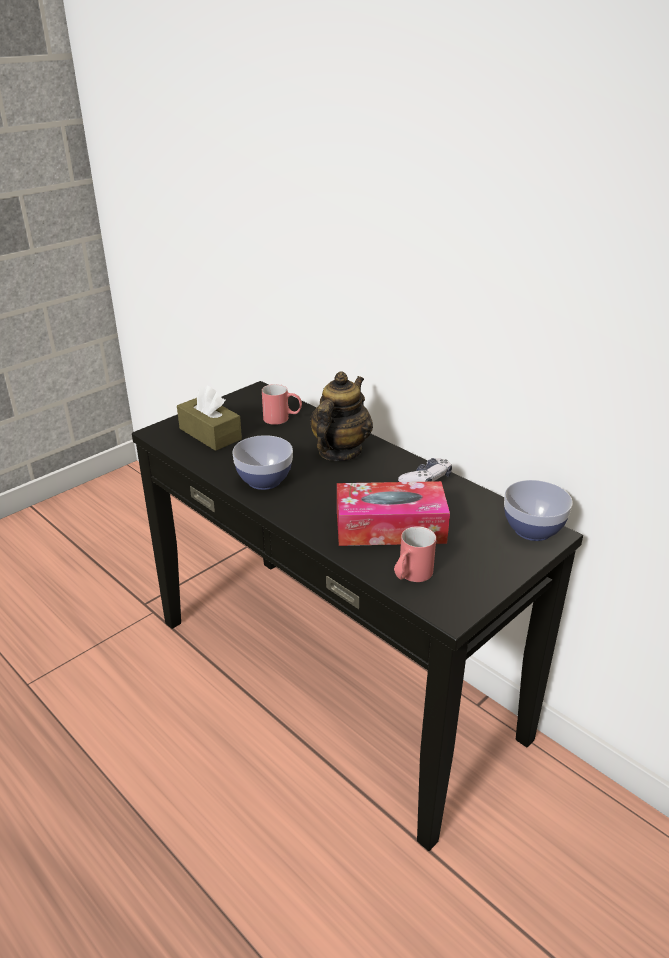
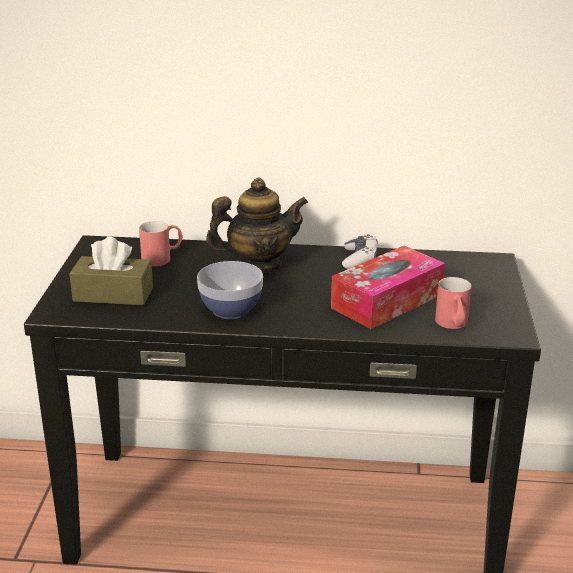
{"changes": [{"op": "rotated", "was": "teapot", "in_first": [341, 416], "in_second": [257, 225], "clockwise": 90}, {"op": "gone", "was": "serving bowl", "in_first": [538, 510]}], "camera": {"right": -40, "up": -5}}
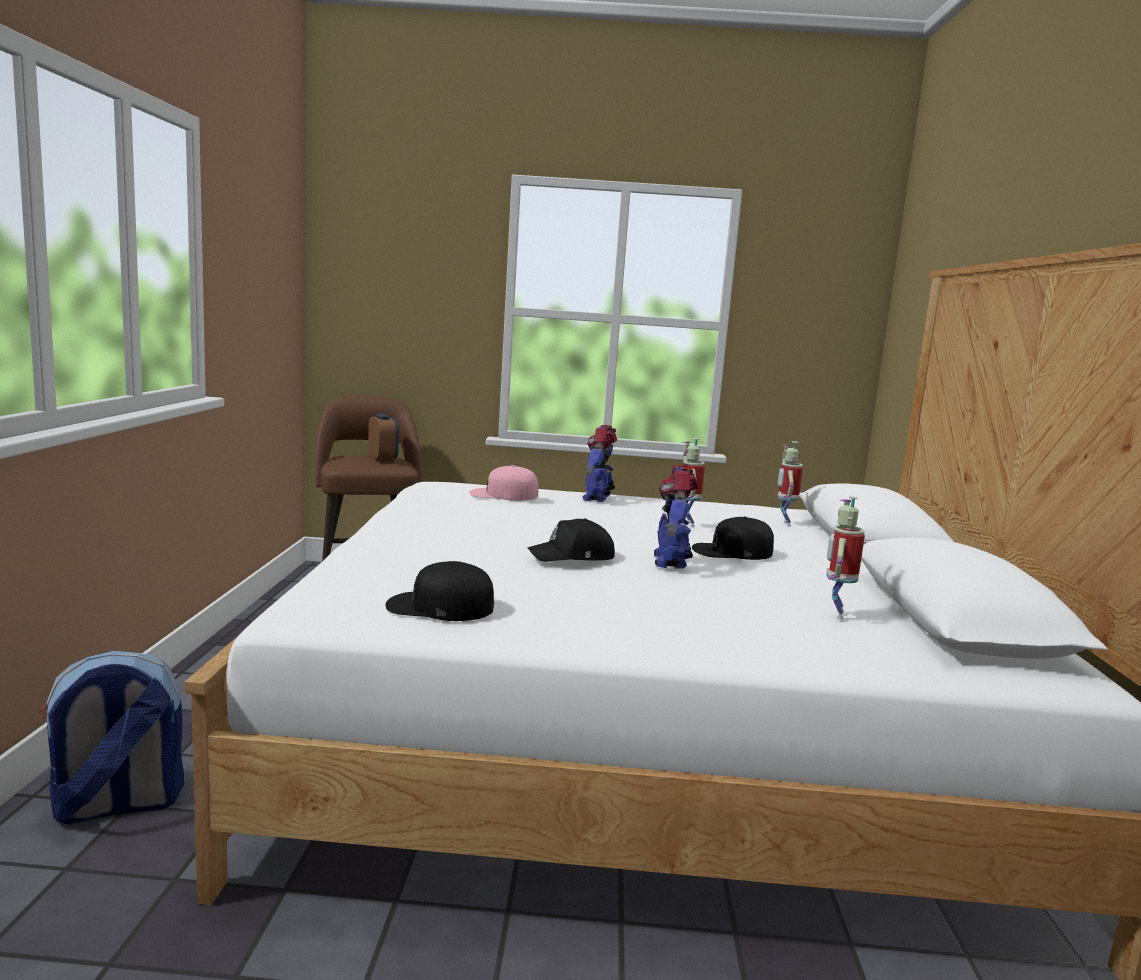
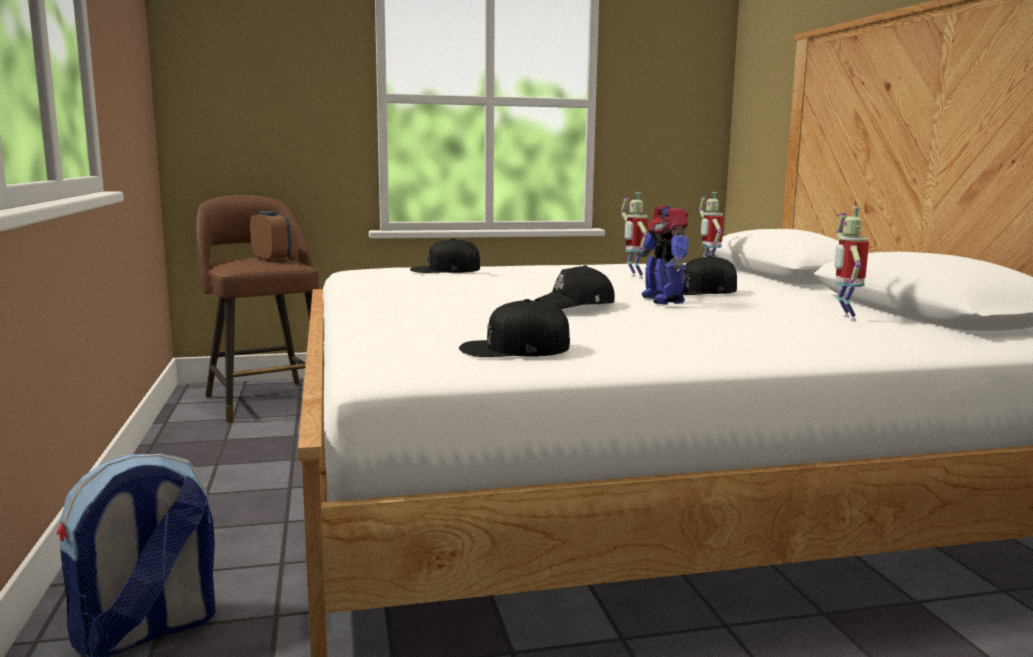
{"changes": [{"op": "gone", "was": "toy robot", "in_first": [599, 463]}, {"op": "repainted", "was": "pink-coloured cap", "now": "black-coloured cap", "in_first": [503, 483], "in_second": [445, 255]}], "camera": {"right": -15, "up": 0}}
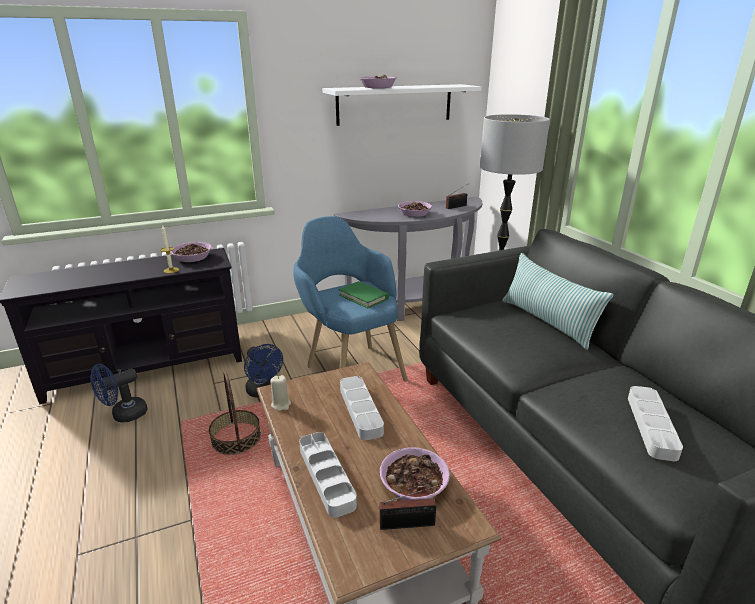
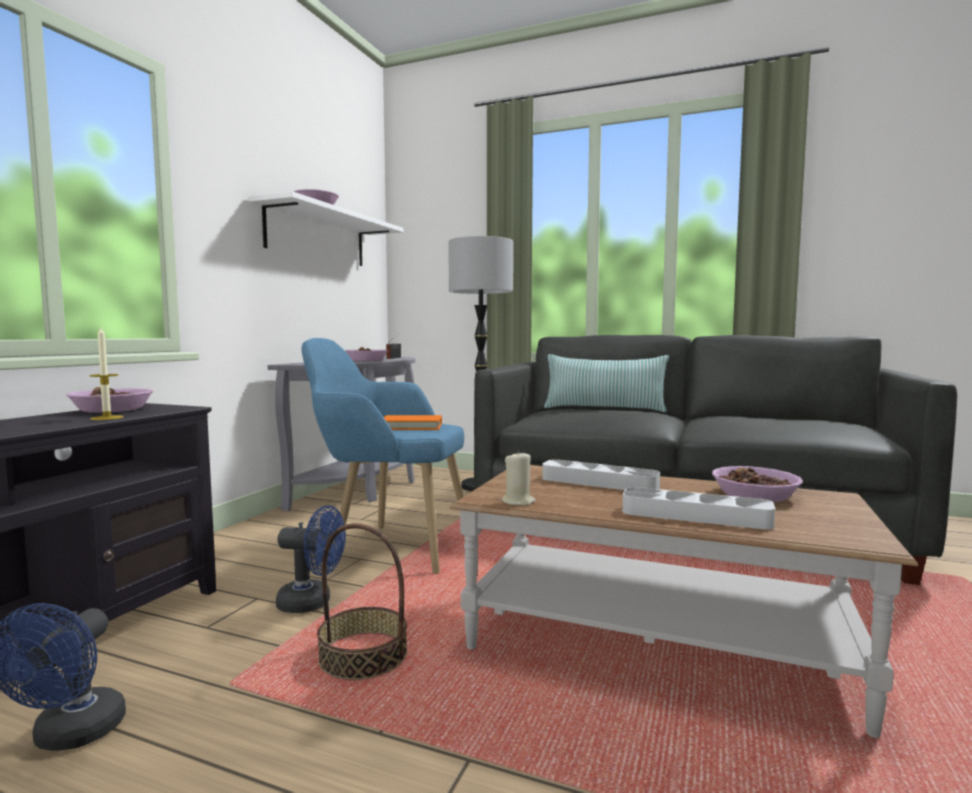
{"changes": [{"op": "repainted", "was": "green book", "now": "orangey book", "in_first": [363, 294], "in_second": [413, 422]}, {"op": "gone", "was": "greyish tray", "in_first": [655, 423]}, {"op": "gone", "was": "radio receiver", "in_first": [411, 507]}], "camera": {"right": -45, "up": -20}}
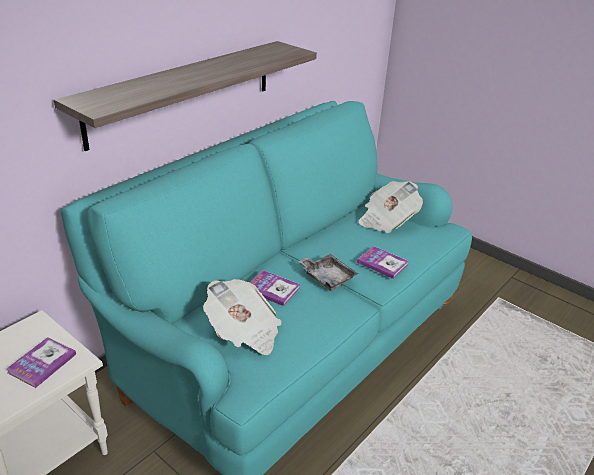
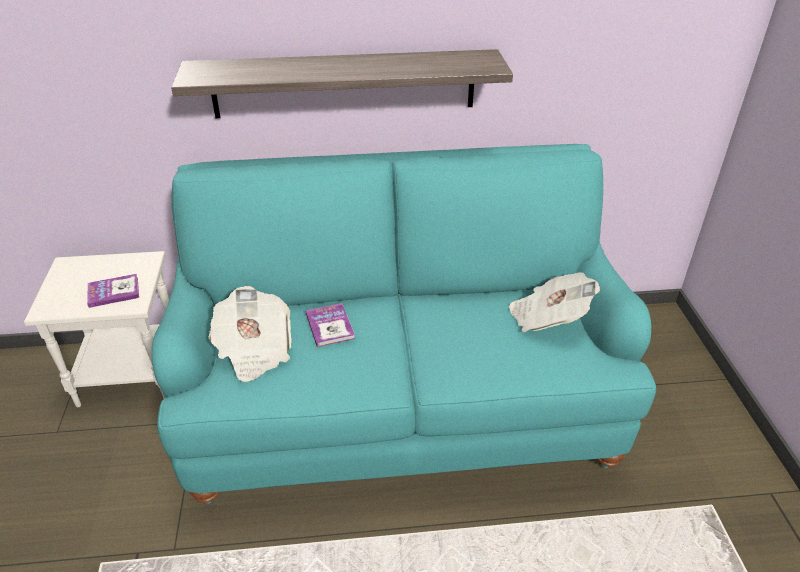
{"changes": [{"op": "gone", "was": "book", "in_first": [383, 262]}, {"op": "gone", "was": "greyish tray", "in_first": [328, 272]}], "camera": {"right": 45, "up": 5}}
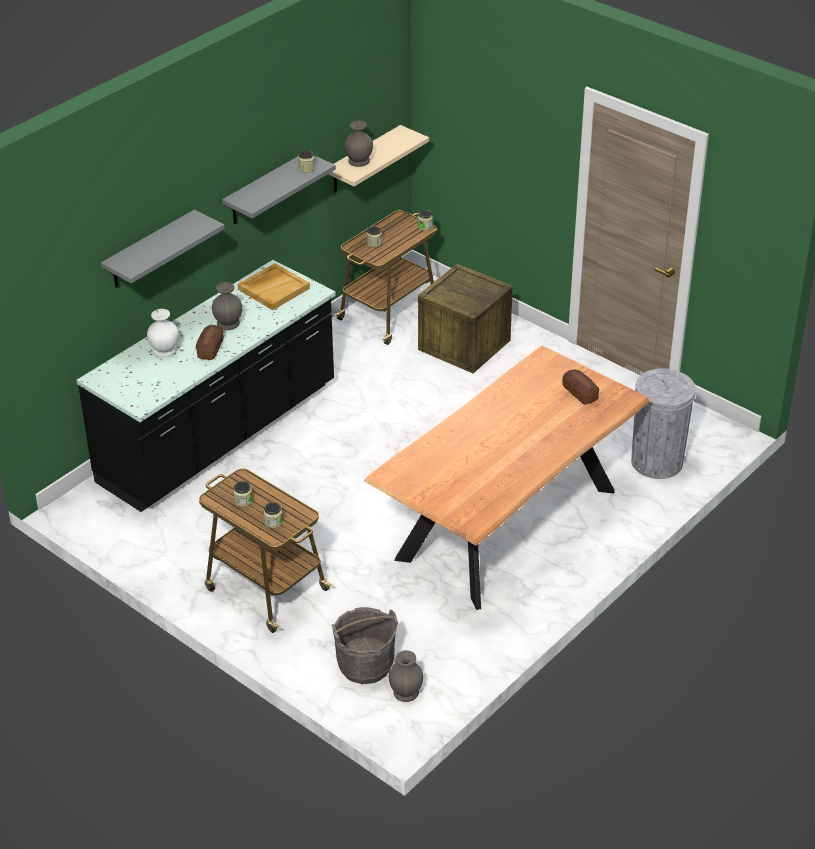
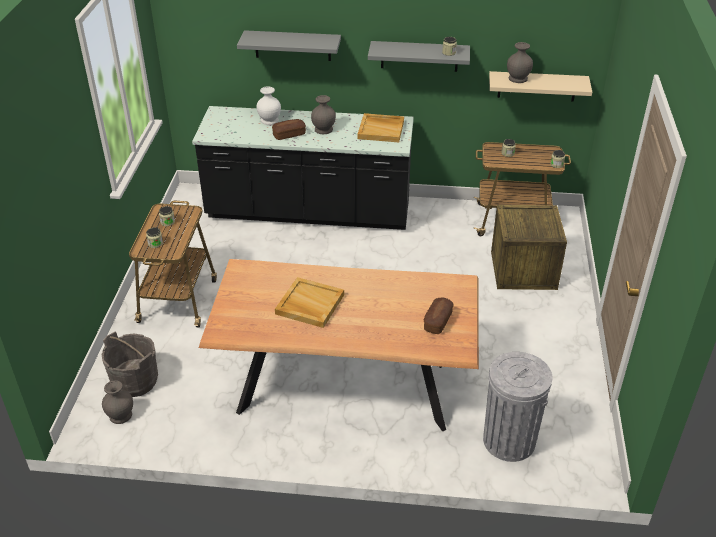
{"changes": [{"op": "new", "now": "sand-coloured tray", "in_second": [309, 302]}], "camera": {"right": 55, "up": 0}}
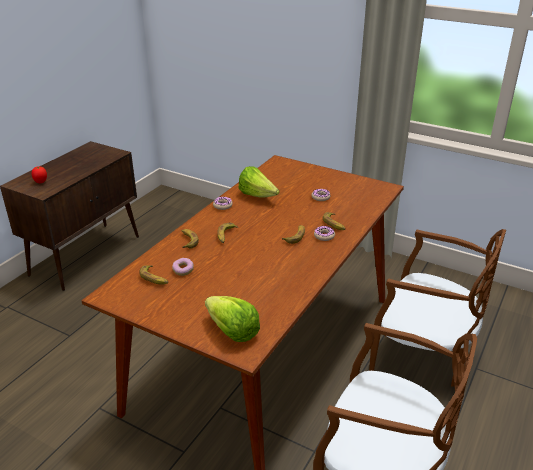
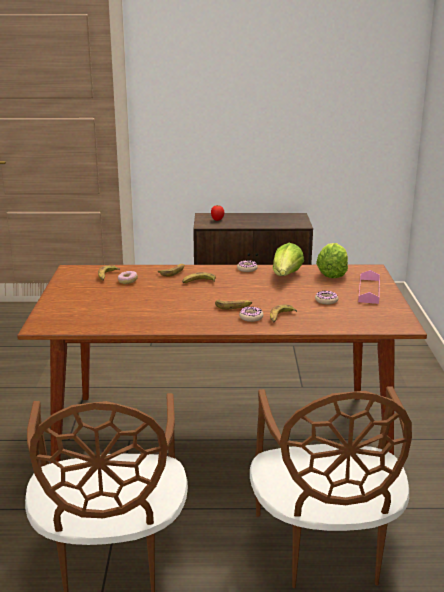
{"changes": [{"op": "shifted", "was": "head of lettuce", "in_first": [232, 319], "in_second": [332, 260]}, {"op": "new", "now": "pink-coloured tray", "in_second": [369, 287]}], "camera": {"right": 60, "up": -10}}
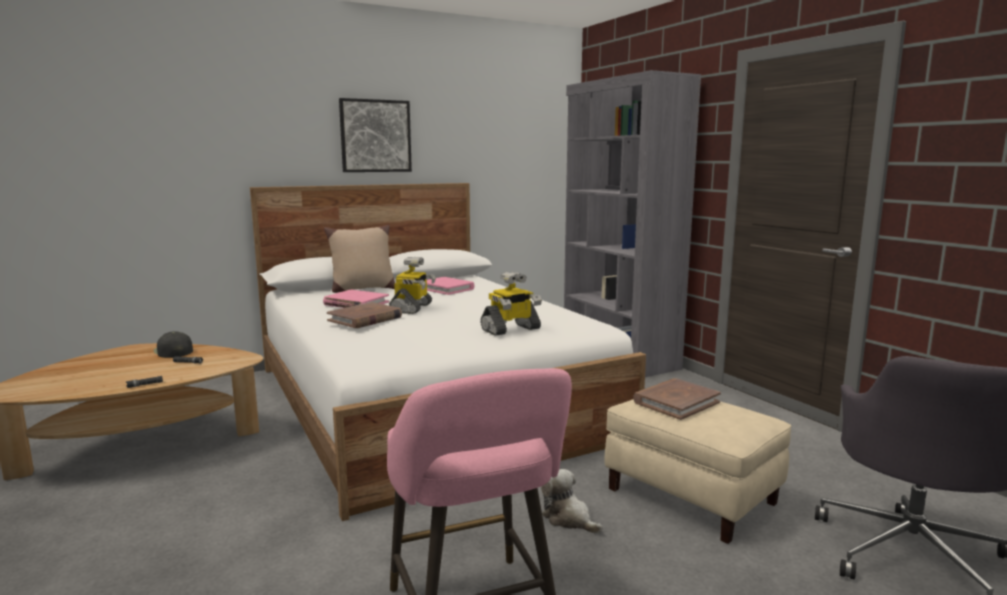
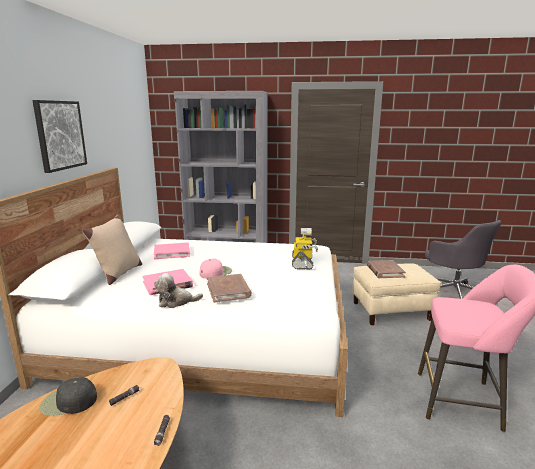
{"changes": [{"op": "swapped", "was": "toy robot", "now": "pink-coloured cap", "in_first": [412, 285], "in_second": [216, 269]}, {"op": "shifted", "was": "soft toy", "in_first": [572, 501], "in_second": [178, 290]}], "camera": {"right": -55, "up": 5}}
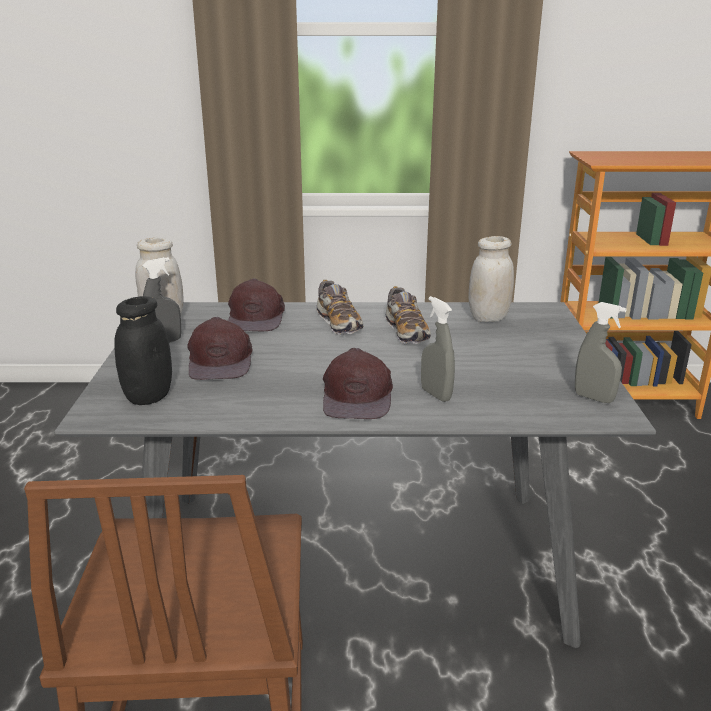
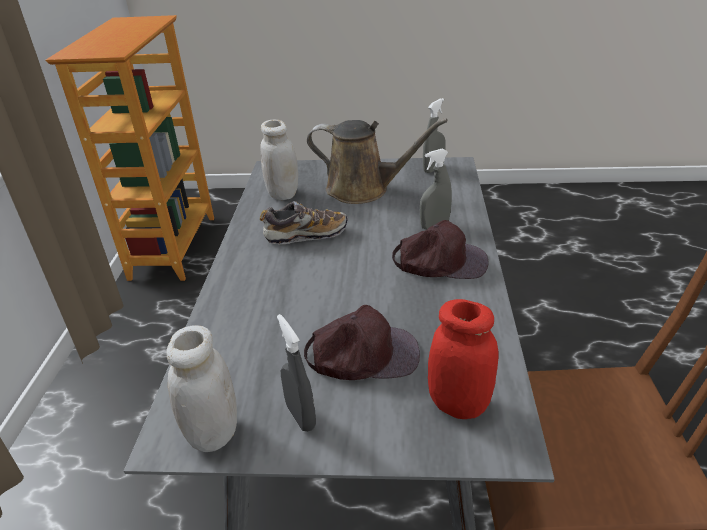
{"changes": [{"op": "gone", "was": "brown cap", "in_first": [256, 304]}, {"op": "gone", "was": "item of footwear", "in_first": [340, 307]}, {"op": "repainted", "was": "black-coloured jar", "now": "red jar", "in_first": [143, 350], "in_second": [463, 359]}, {"op": "new", "now": "brown watering can", "in_second": [377, 161]}], "camera": {"right": -85, "up": 10}}
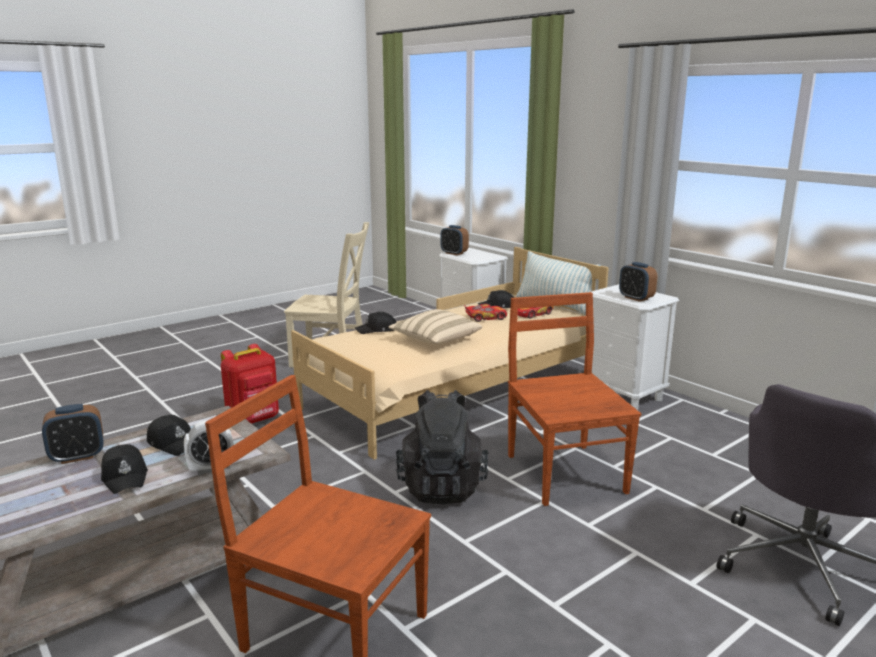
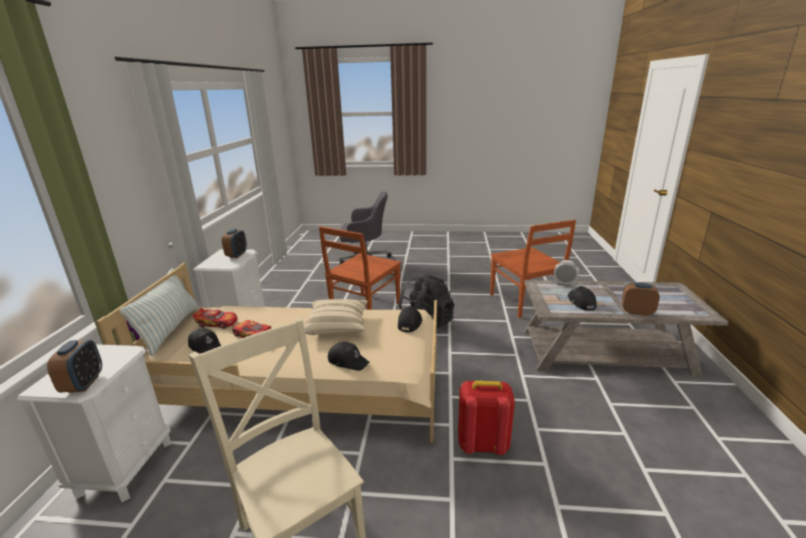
{"changes": [{"op": "shifted", "was": "black-coloured cap", "in_first": [124, 469], "in_second": [410, 319]}], "camera": {"right": -135, "up": 5}}
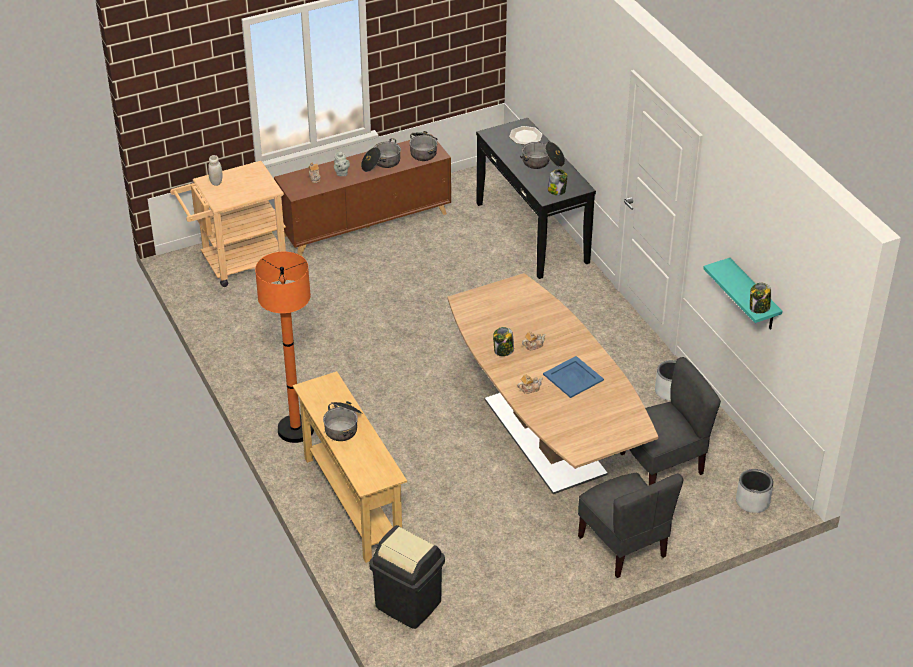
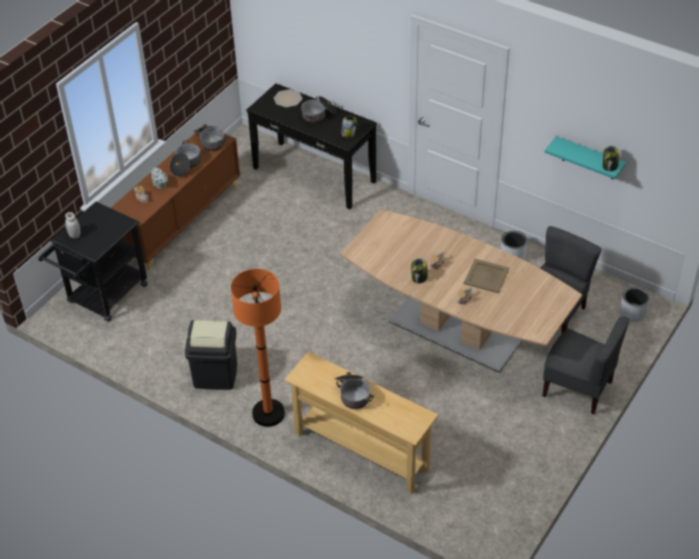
{"changes": [{"op": "repainted", "was": "sand-coloured cart", "now": "black-coloured cart", "in_first": [228, 224], "in_second": [93, 262]}, {"op": "repainted", "was": "blue tray", "now": "sand-coloured tray", "in_first": [573, 377], "in_second": [486, 276]}, {"op": "shifted", "was": "black-coloured waste bin", "in_first": [407, 577], "in_second": [211, 355]}], "camera": {"right": -30, "up": 5}}
